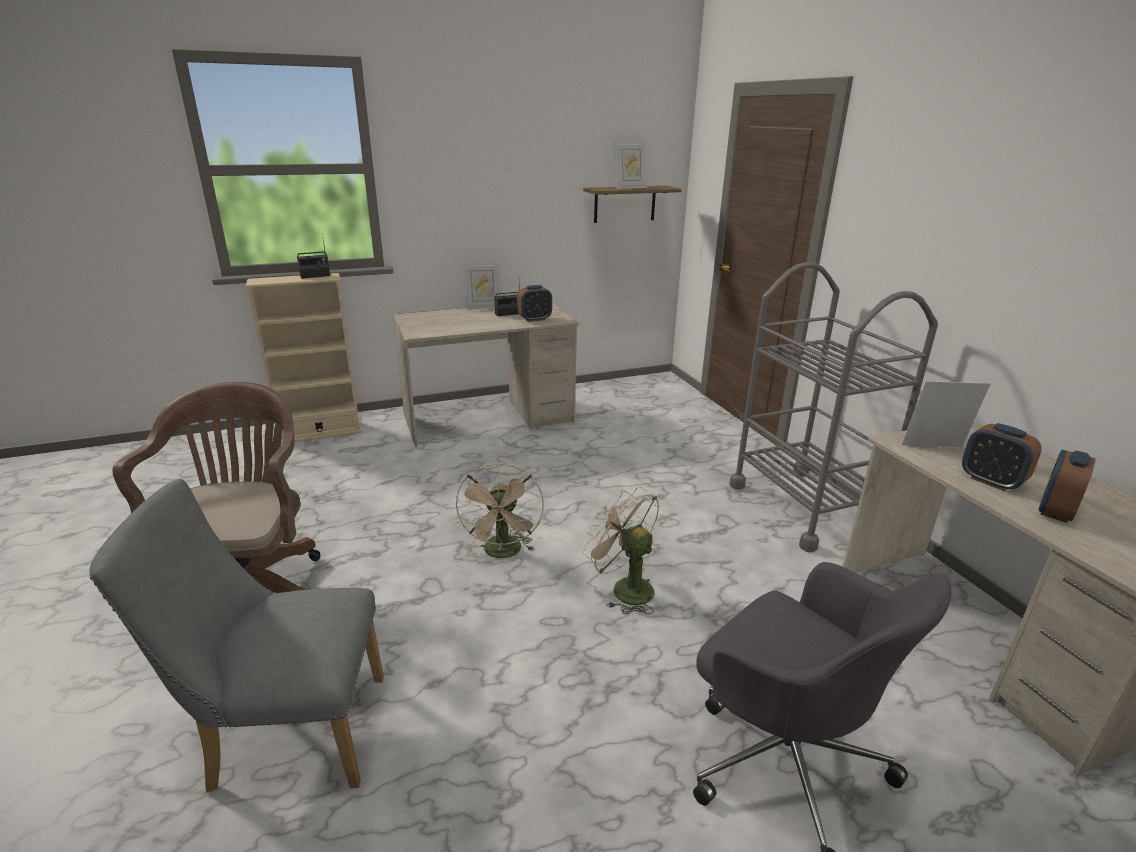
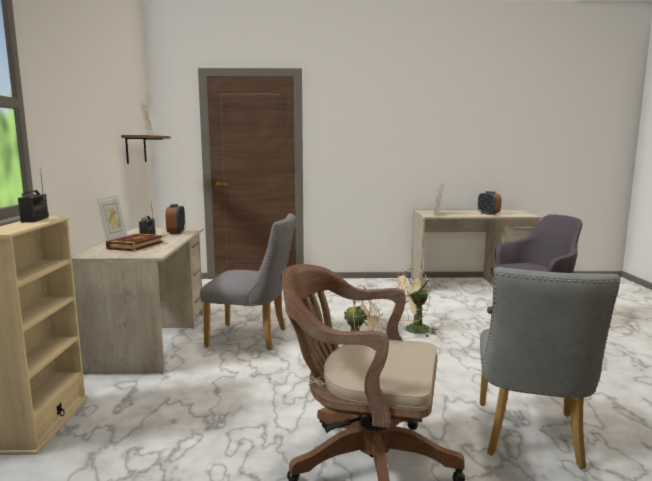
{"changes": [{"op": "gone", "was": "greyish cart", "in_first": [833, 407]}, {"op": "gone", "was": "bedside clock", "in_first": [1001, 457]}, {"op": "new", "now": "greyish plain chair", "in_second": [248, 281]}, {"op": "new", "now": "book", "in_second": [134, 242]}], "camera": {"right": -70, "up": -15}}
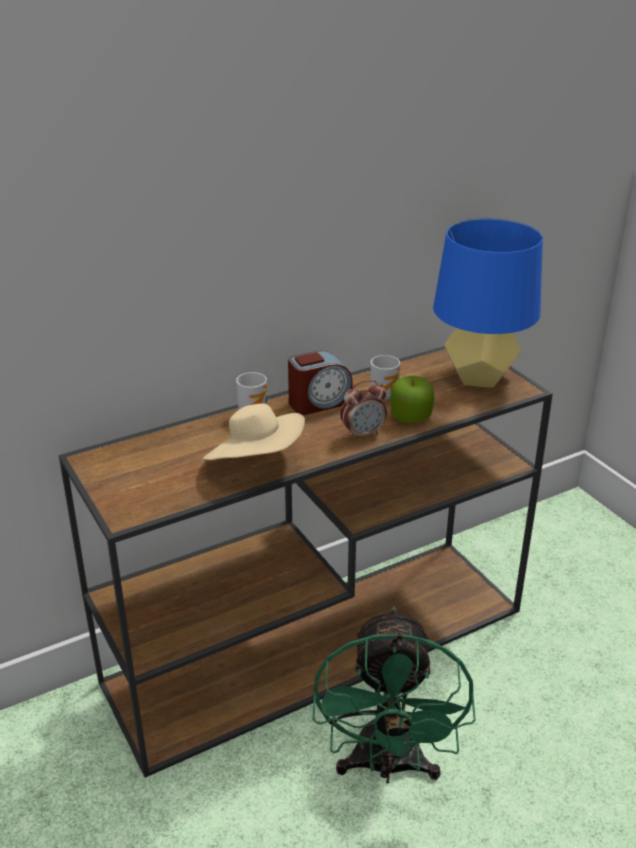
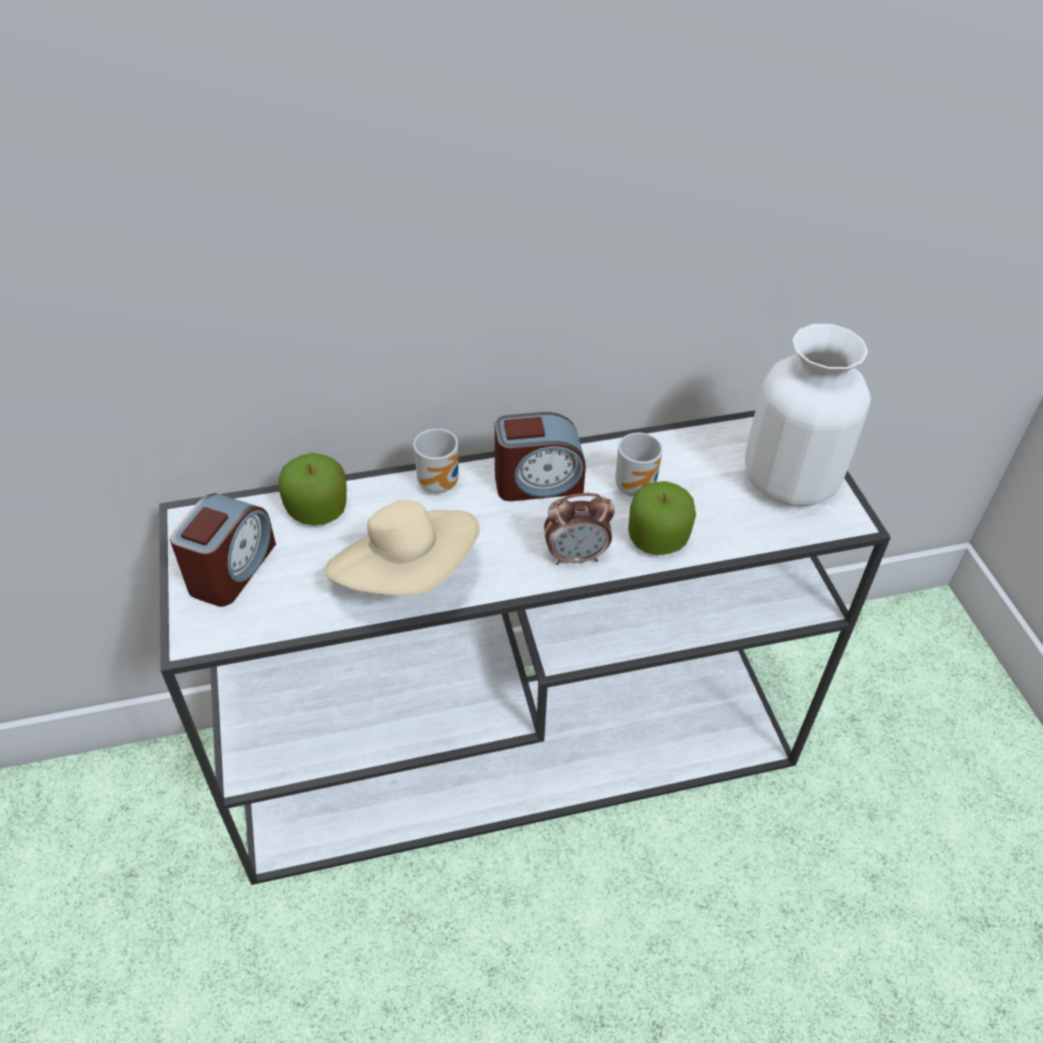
{"changes": [{"op": "swapped", "was": "blue lamp for a table", "now": "whitish flower vase", "in_first": [488, 303], "in_second": [808, 415]}, {"op": "repainted", "was": "brown hall table", "now": "whitish hall table", "in_first": [306, 562], "in_second": [525, 647]}, {"op": "gone", "was": "green cooling fan", "in_first": [394, 695]}, {"op": "new", "now": "apple", "in_second": [312, 489]}, {"op": "new", "now": "bedside clock", "in_second": [223, 549]}], "camera": {"right": 15, "up": 15}}
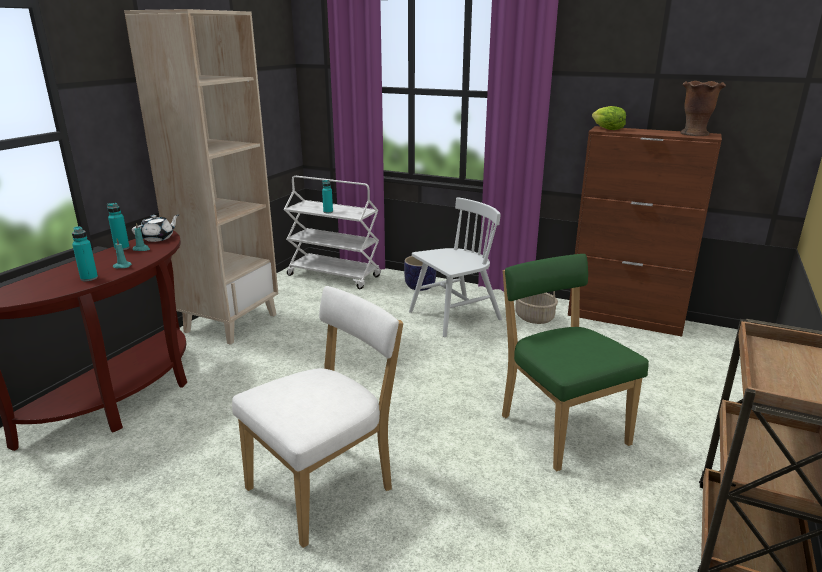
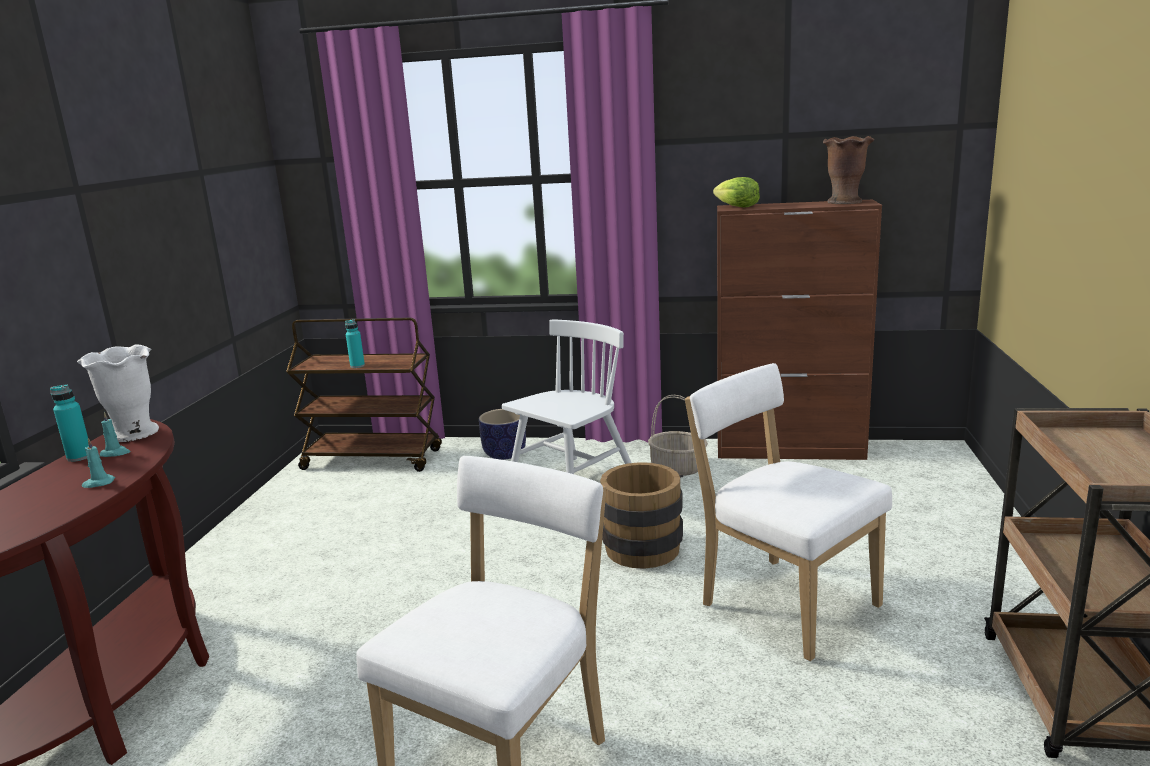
{"changes": [{"op": "gone", "was": "sand-coloured bookshelf", "in_first": [201, 177]}, {"op": "repainted", "was": "whitish cart", "now": "brown cart", "in_first": [332, 232], "in_second": [364, 395]}, {"op": "swapped", "was": "whitish teapot", "now": "whitish flower vase", "in_first": [155, 228], "in_second": [118, 393]}, {"op": "gone", "was": "turquoise bottle", "in_first": [85, 253]}, {"op": "repainted", "was": "green plain chair", "now": "whitish plain chair", "in_first": [575, 362], "in_second": [788, 512]}, {"op": "new", "now": "brown water bucket", "in_second": [641, 515]}], "camera": {"right": -15, "up": -5}}
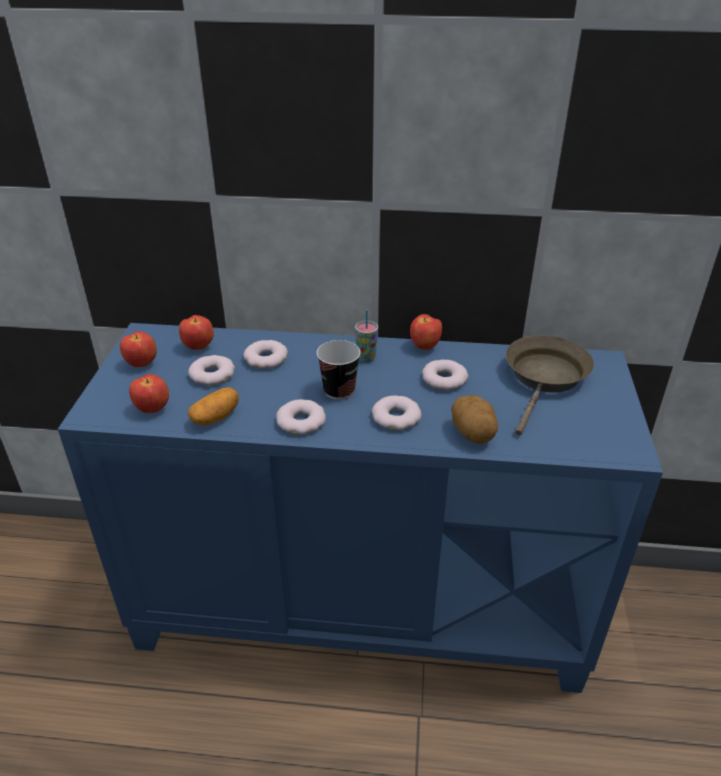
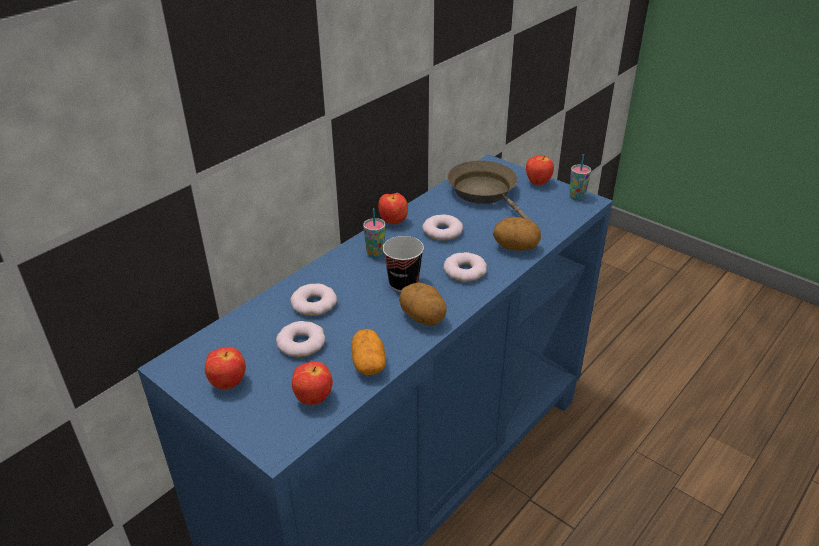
{"changes": [{"op": "shifted", "was": "apple", "in_first": [196, 332], "in_second": [540, 170]}, {"op": "swapped", "was": "doughnut", "now": "spud", "in_first": [301, 416], "in_second": [423, 304]}, {"op": "new", "now": "small cup", "in_second": [580, 177]}], "camera": {"right": -55, "up": 0}}
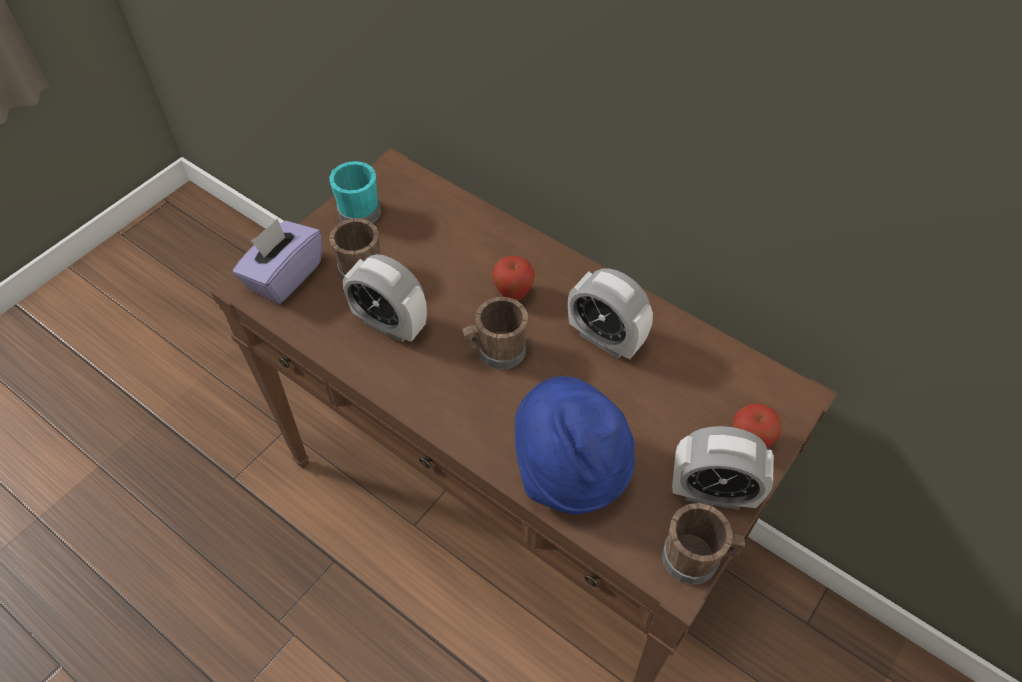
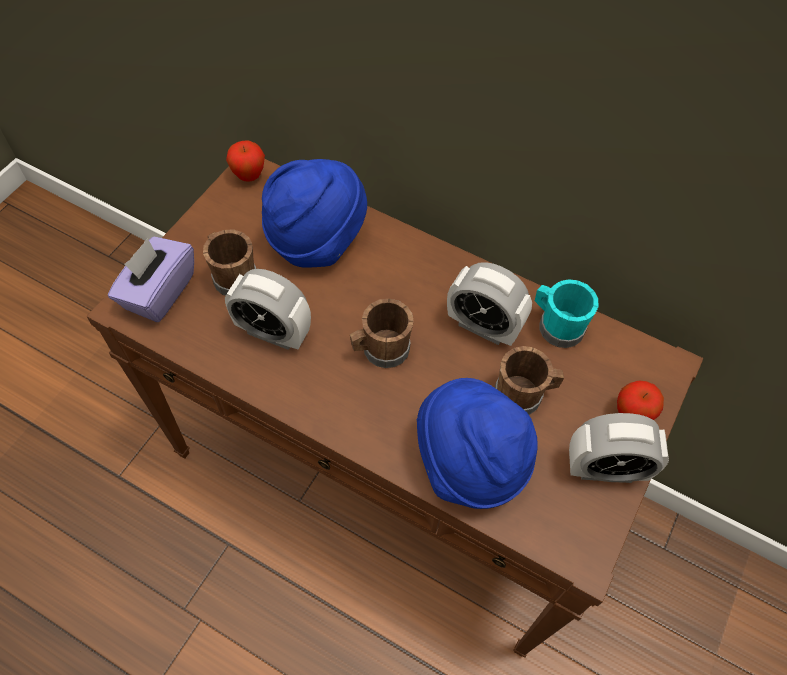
{"changes": [{"op": "shifted", "was": "turquoise tea mug", "in_first": [355, 192], "in_second": [566, 313]}, {"op": "shifted", "was": "apple", "in_first": [513, 278], "in_second": [245, 161]}, {"op": "shifted", "was": "brown tea mug", "in_first": [703, 544], "in_second": [529, 380]}, {"op": "new", "now": "blue wearable hat", "in_second": [314, 213]}], "camera": {"right": -10, "up": 5}}
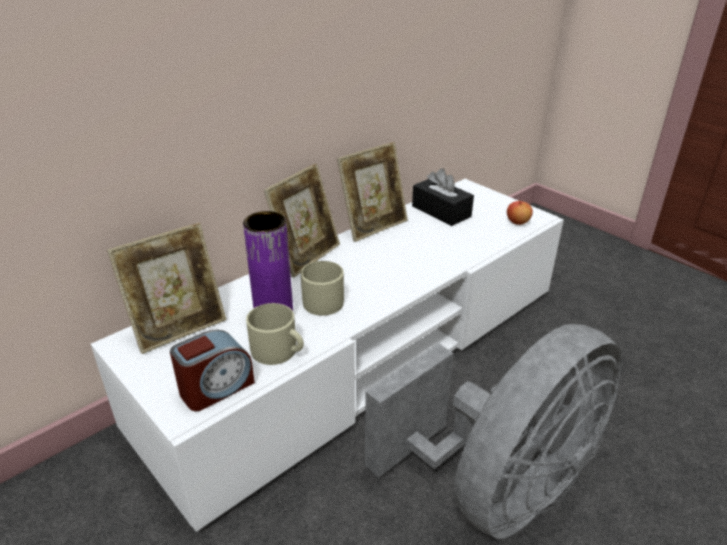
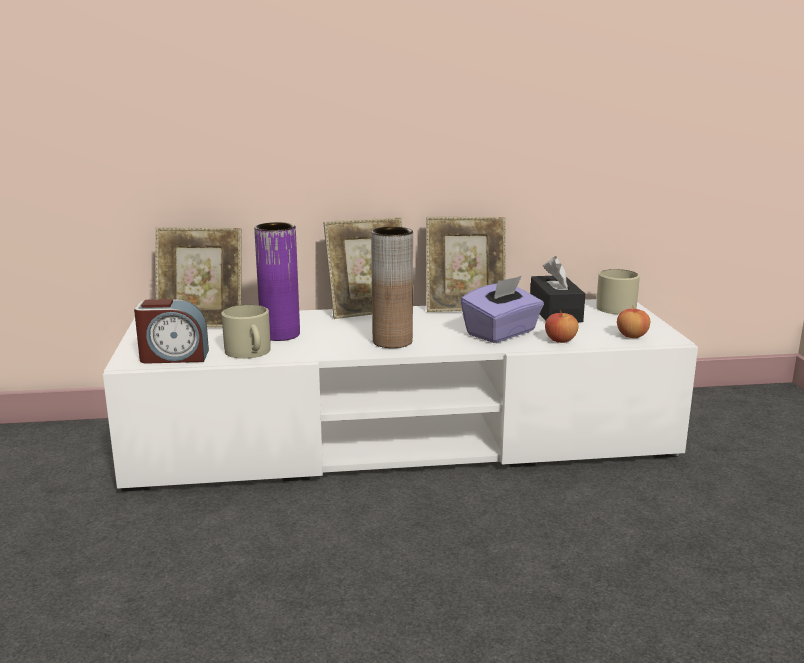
{"changes": [{"op": "shifted", "was": "sand-coloured tea mug", "in_first": [322, 288], "in_second": [618, 291]}, {"op": "gone", "was": "greyish cooling fan", "in_first": [493, 431]}, {"op": "new", "now": "brown flower vase", "in_second": [392, 287]}, {"op": "new", "now": "purple tissue box", "in_second": [502, 309]}, {"op": "new", "now": "apple", "in_second": [561, 326]}], "camera": {"right": 35, "up": -15}}
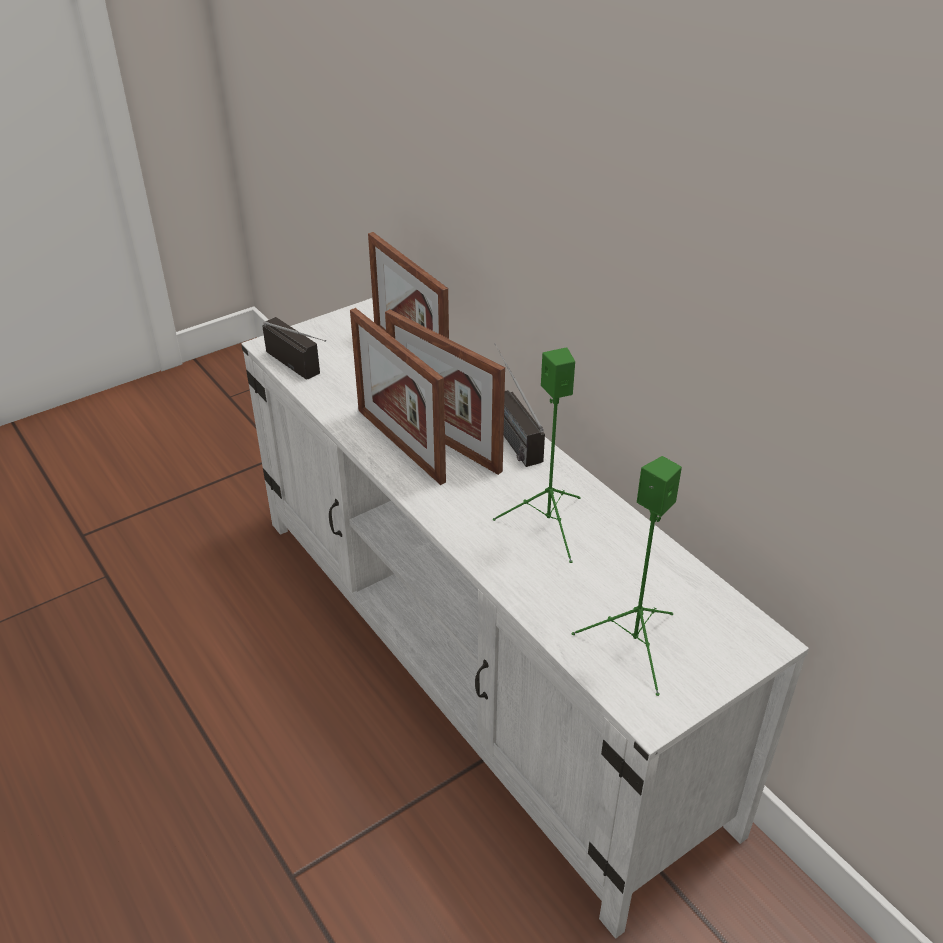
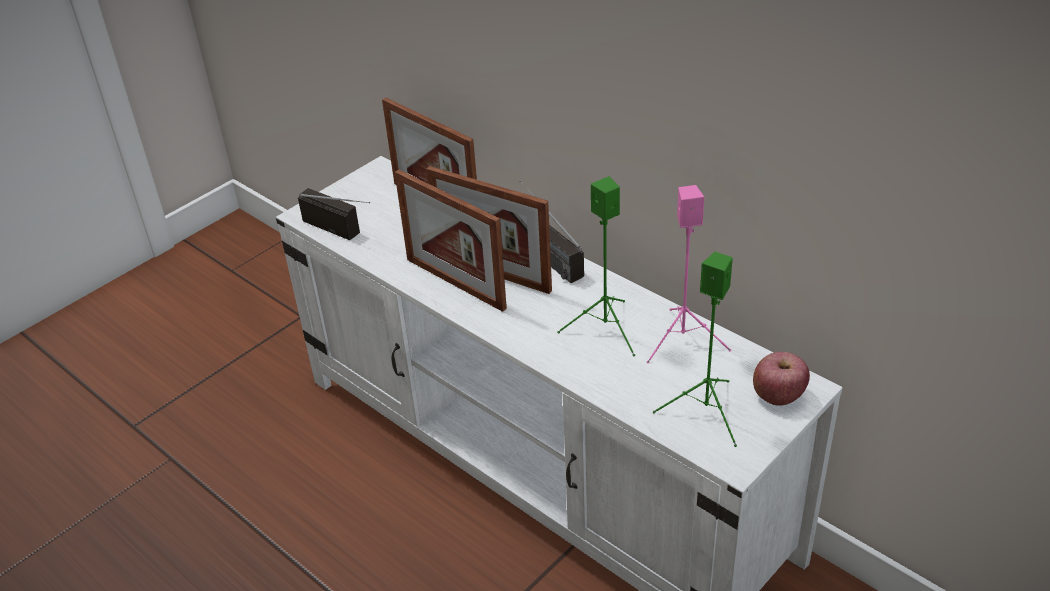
{"changes": [{"op": "new", "now": "pink-coloured speaker", "in_second": [689, 274]}, {"op": "new", "now": "apple", "in_second": [781, 379]}], "camera": {"right": -10, "up": 0}}
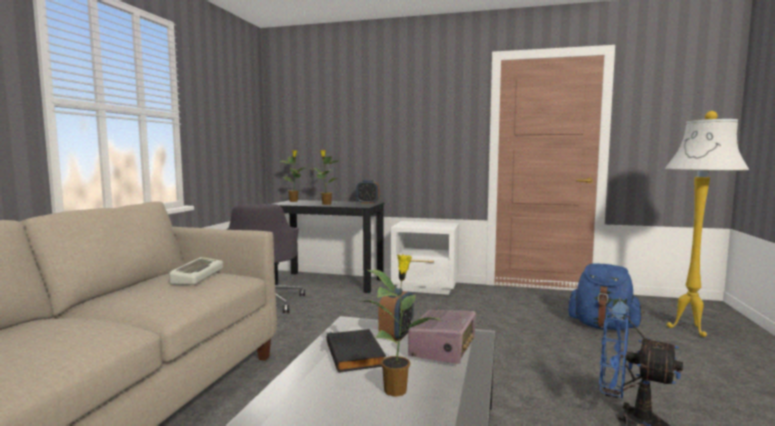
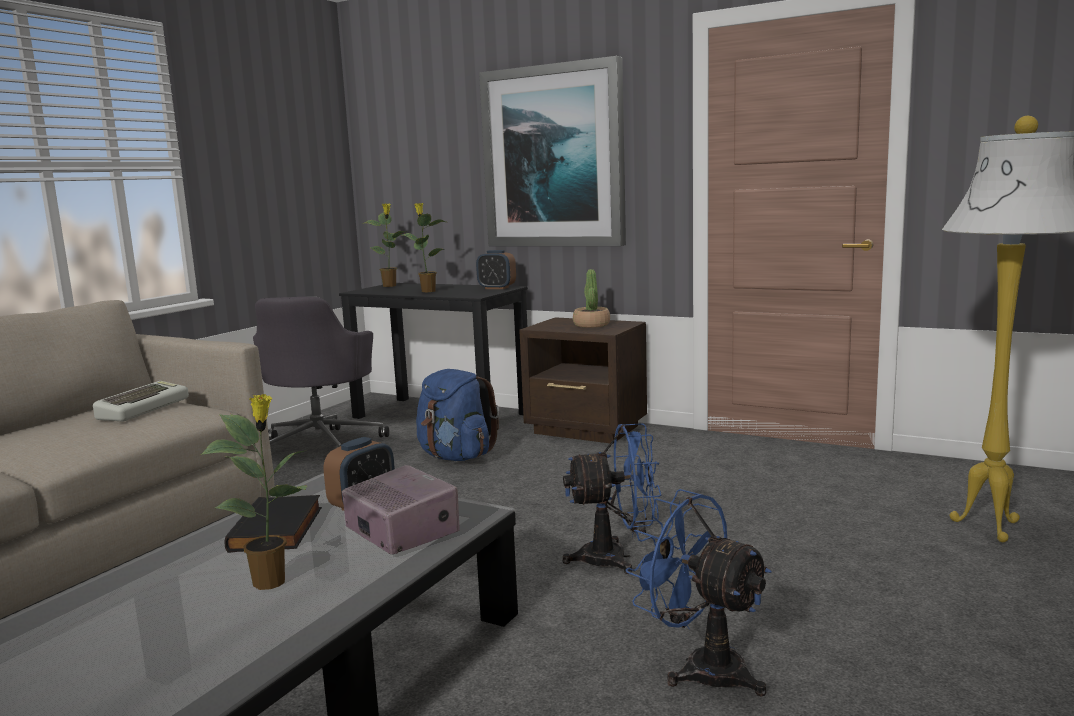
{"changes": [{"op": "repainted", "was": "whitish nightstand", "now": "brown nightstand", "in_first": [425, 258], "in_second": [583, 380]}, {"op": "shifted", "was": "blue knapsack", "in_first": [606, 296], "in_second": [458, 415]}, {"op": "rotated", "was": "radio receiver", "in_first": [442, 337], "in_second": [401, 509], "clockwise": -75}, {"op": "new", "now": "wall picture", "in_second": [552, 151]}, {"op": "new", "now": "potted plant", "in_second": [591, 298]}, {"op": "new", "now": "blue cooling fan", "in_second": [612, 498]}], "camera": {"right": 15, "up": 5}}
